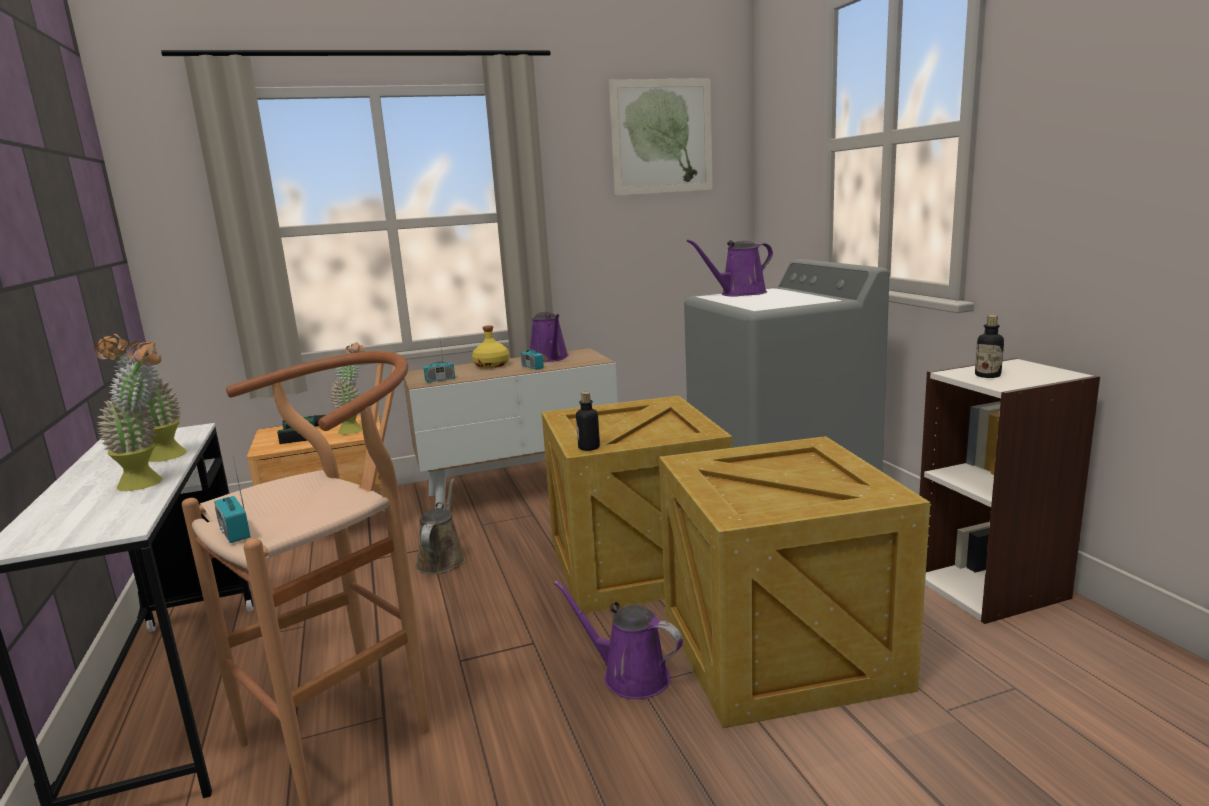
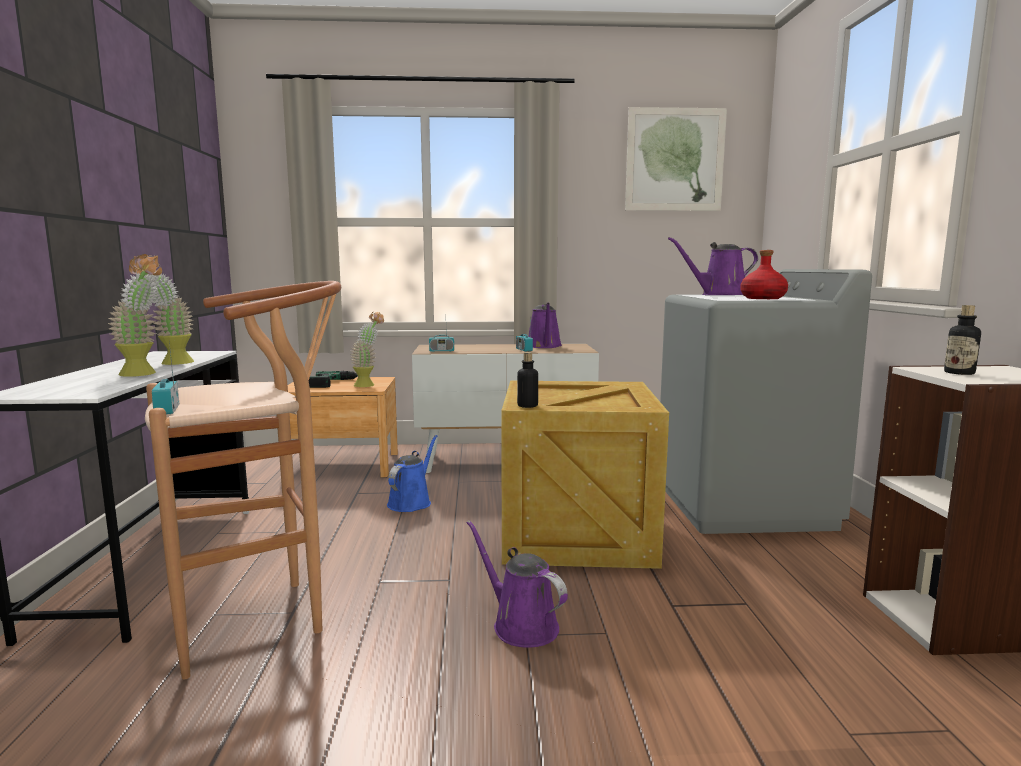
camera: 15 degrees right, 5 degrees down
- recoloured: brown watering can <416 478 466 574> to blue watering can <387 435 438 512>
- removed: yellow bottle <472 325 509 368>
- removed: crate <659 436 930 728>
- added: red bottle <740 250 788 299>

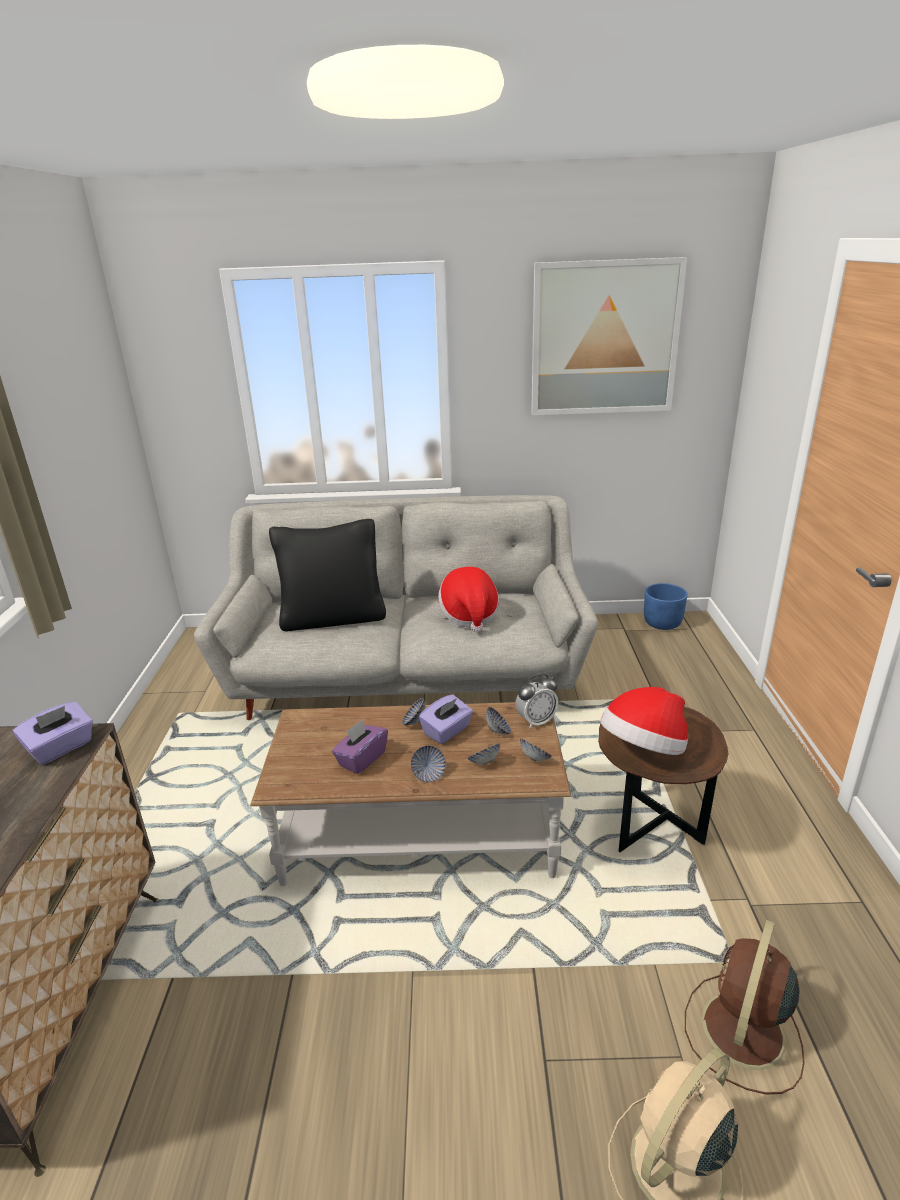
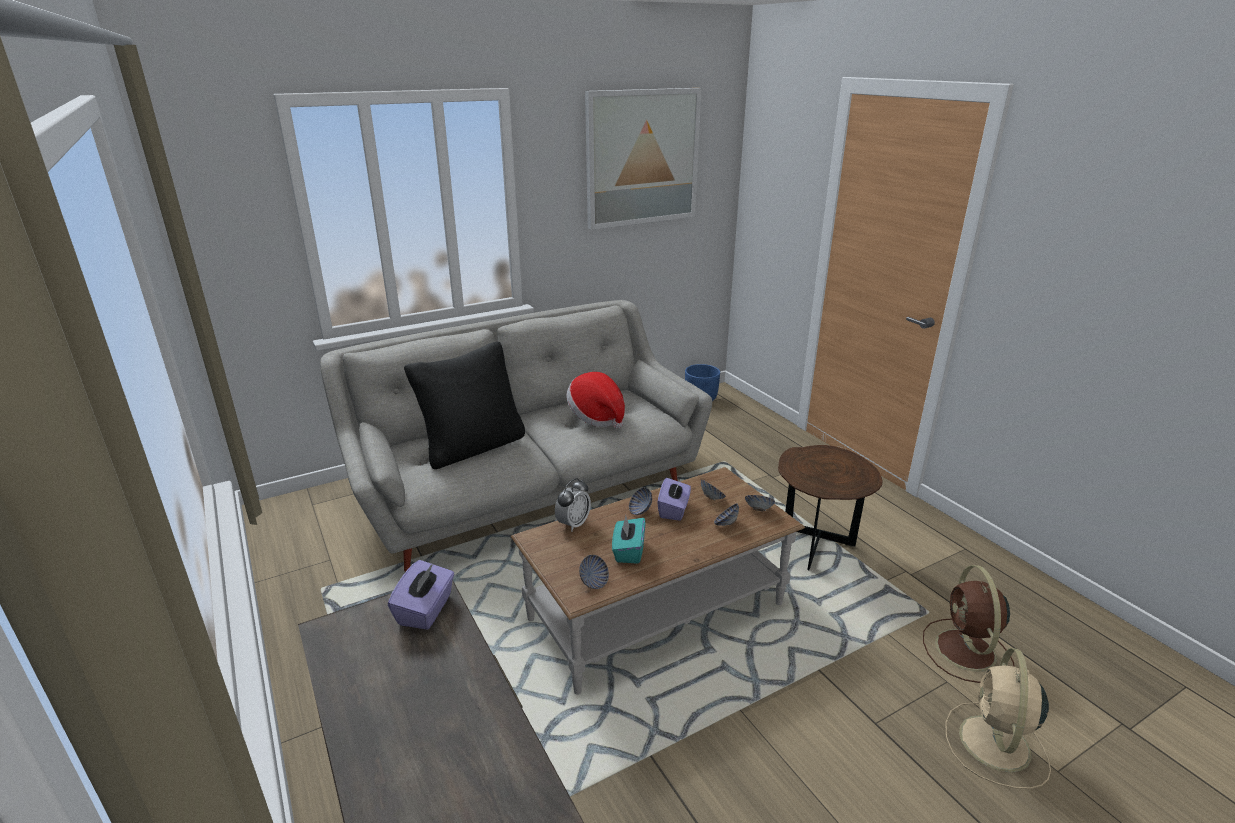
camera: 30 degrees left, 0 degrees up
- recoloured: purple tissue box <332 720 388 774> to turquoise tissue box <612 515 646 564>
- moved: bowl <411 745 446 783> to <579 555 609 589>
- moved: alarm clock <515 674 558 729> to <555 478 591 532>
- removed: hat <600 687 688 755>

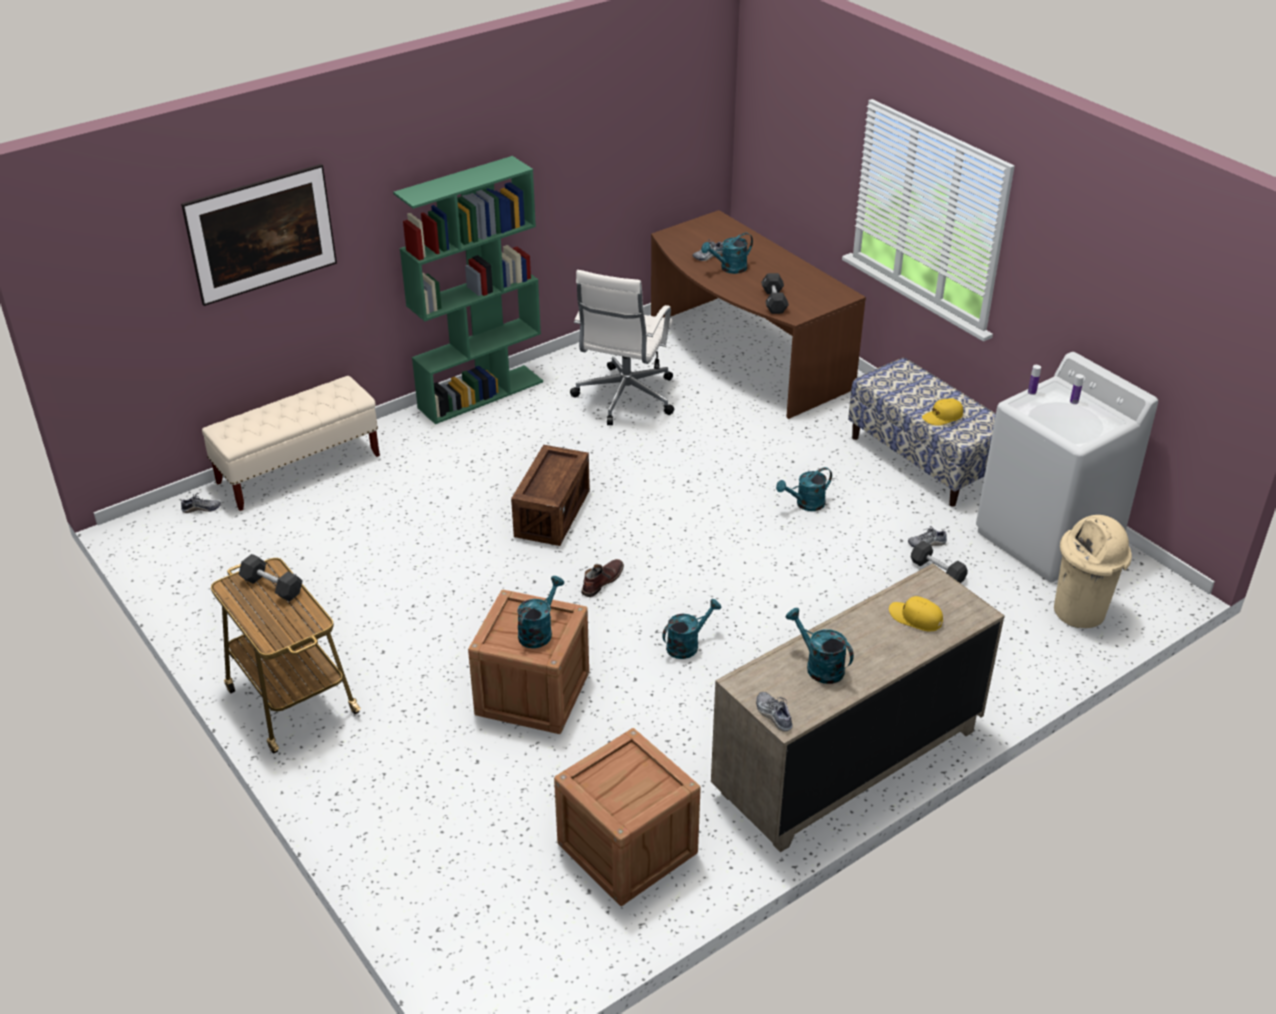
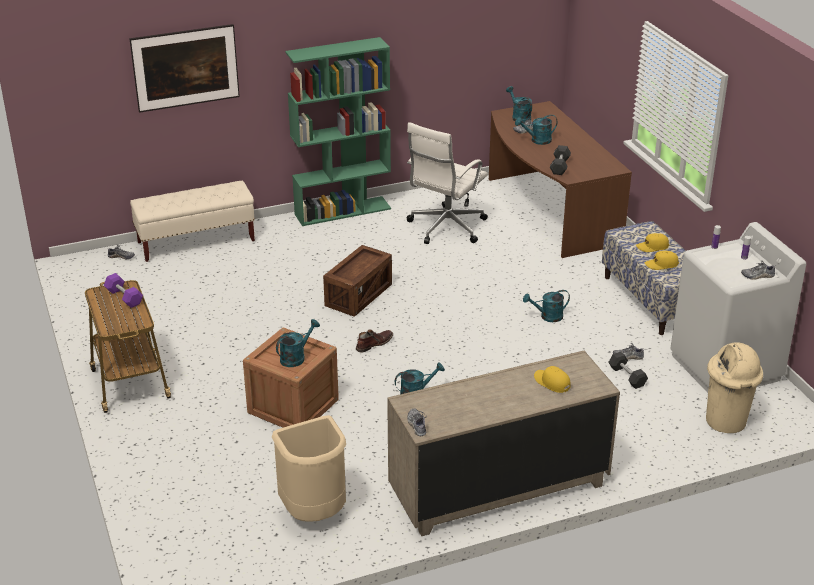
camera: 15 degrees right, 5 degrees down
- recoloured: black dumbbell <239 554 303 602> to purple dumbbell <104 273 143 308>
- replaced: crate <554 728 701 906> to beige trash can <272 415 346 522>
- moved: turquoise watering can <786 608 854 684> to <506 86 532 123>
- added: yellow cap <636 233 669 252>
- added: shoe <741 260 775 280>

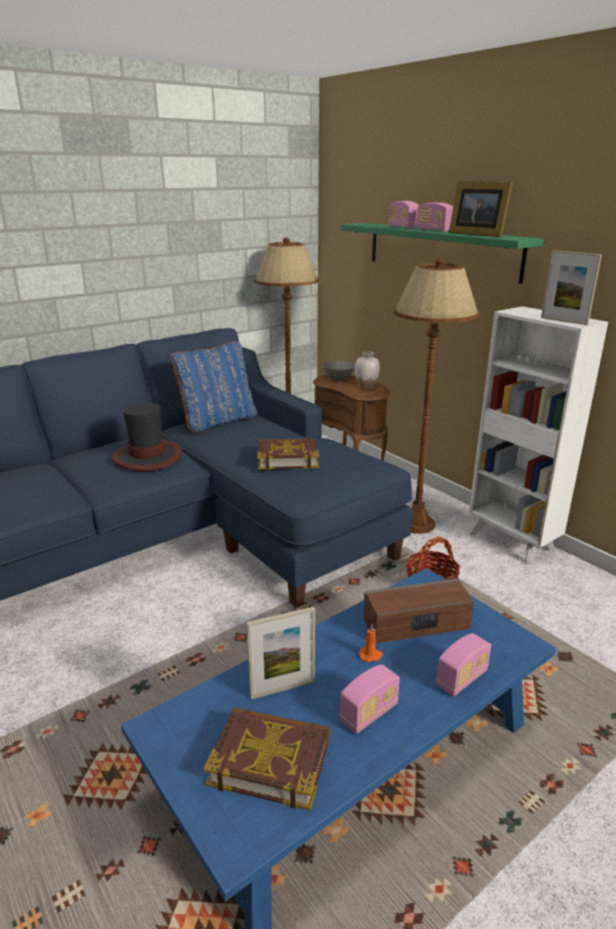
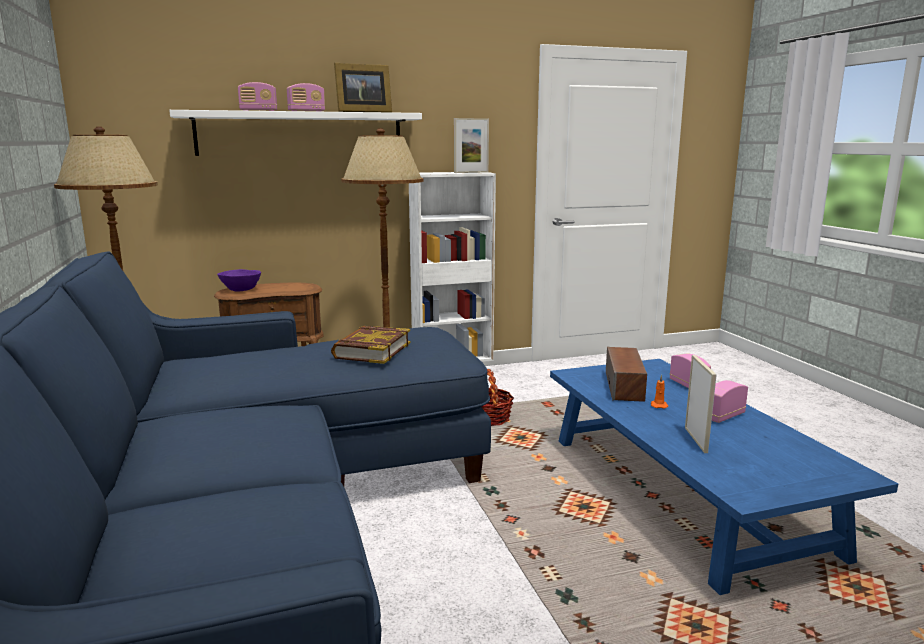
camera: 70 degrees left, 10 degrees down
- removed: hat <112 403 182 471>
- removed: blue pillow <171 341 257 433>
- removed: book <203 708 330 811>
- recoloured: grey bowl <322 361 355 381> to purple bowl <217 269 261 291>
- turned: radio <340 664 400 734> = <712 380 748 423> 105 degrees counterclockwise
- recoloured: green shelf <341 223 544 284> to white shelf <169 110 422 156>
- removed: white vase <355 351 380 390>

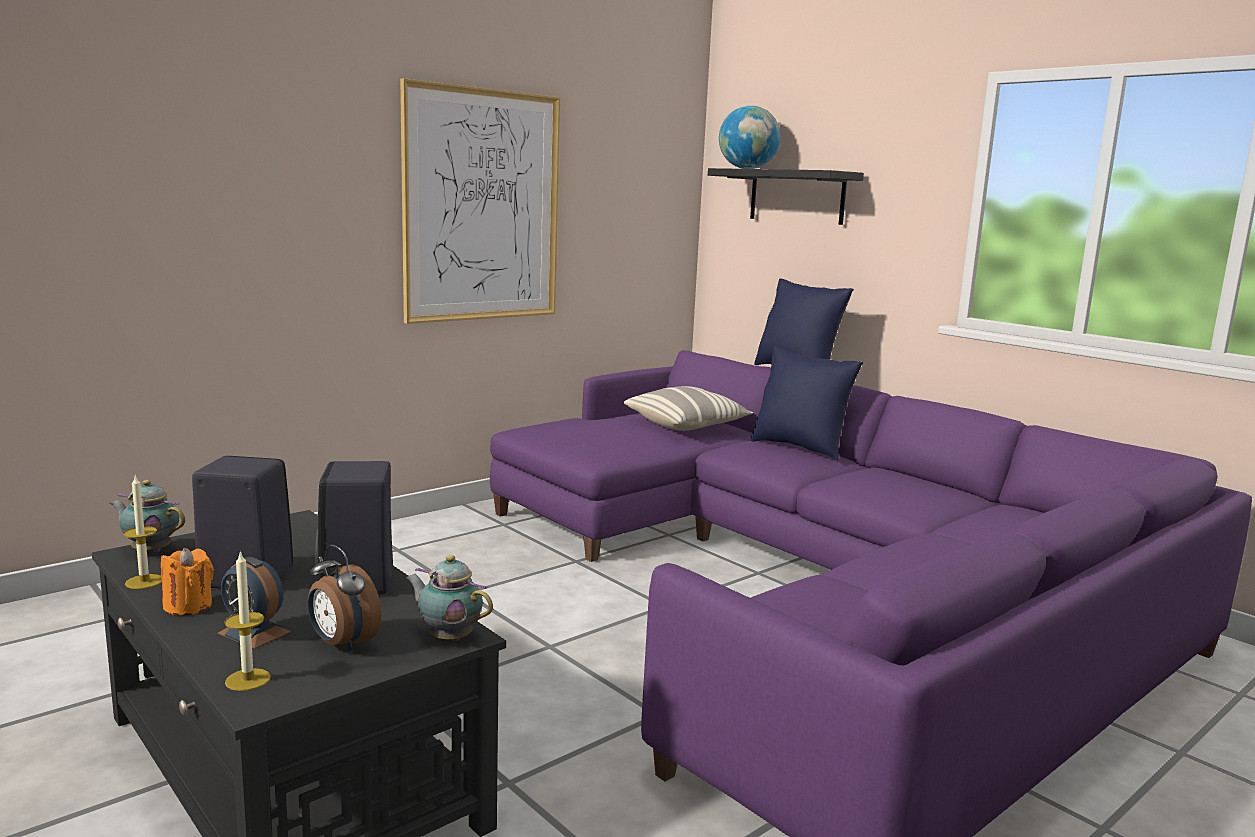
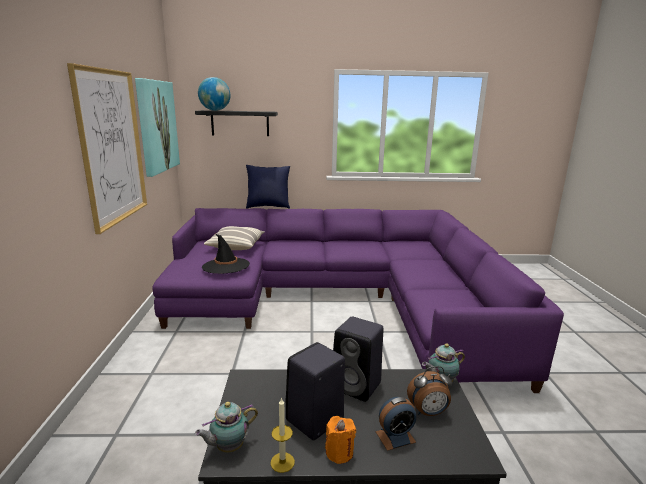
camera: 50 degrees left, 5 degrees up
- removed: candle <224 550 271 691>
- removed: blue pillow <750 346 863 461>
- added: picture <135 78 180 177>
- added: black hat <202 234 250 274>

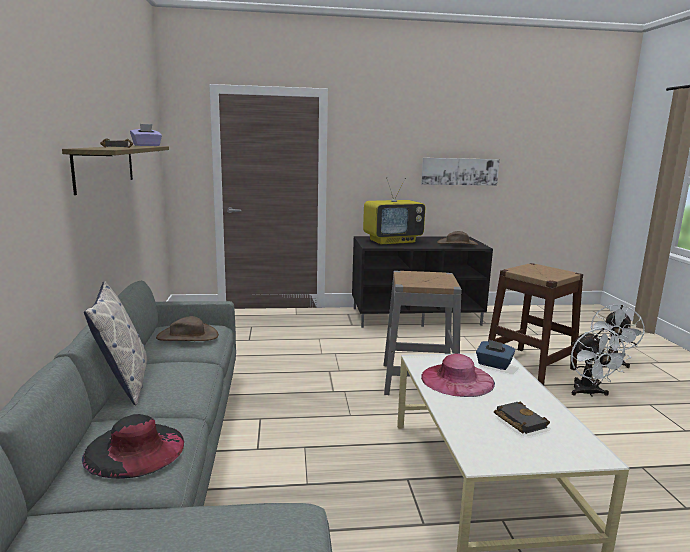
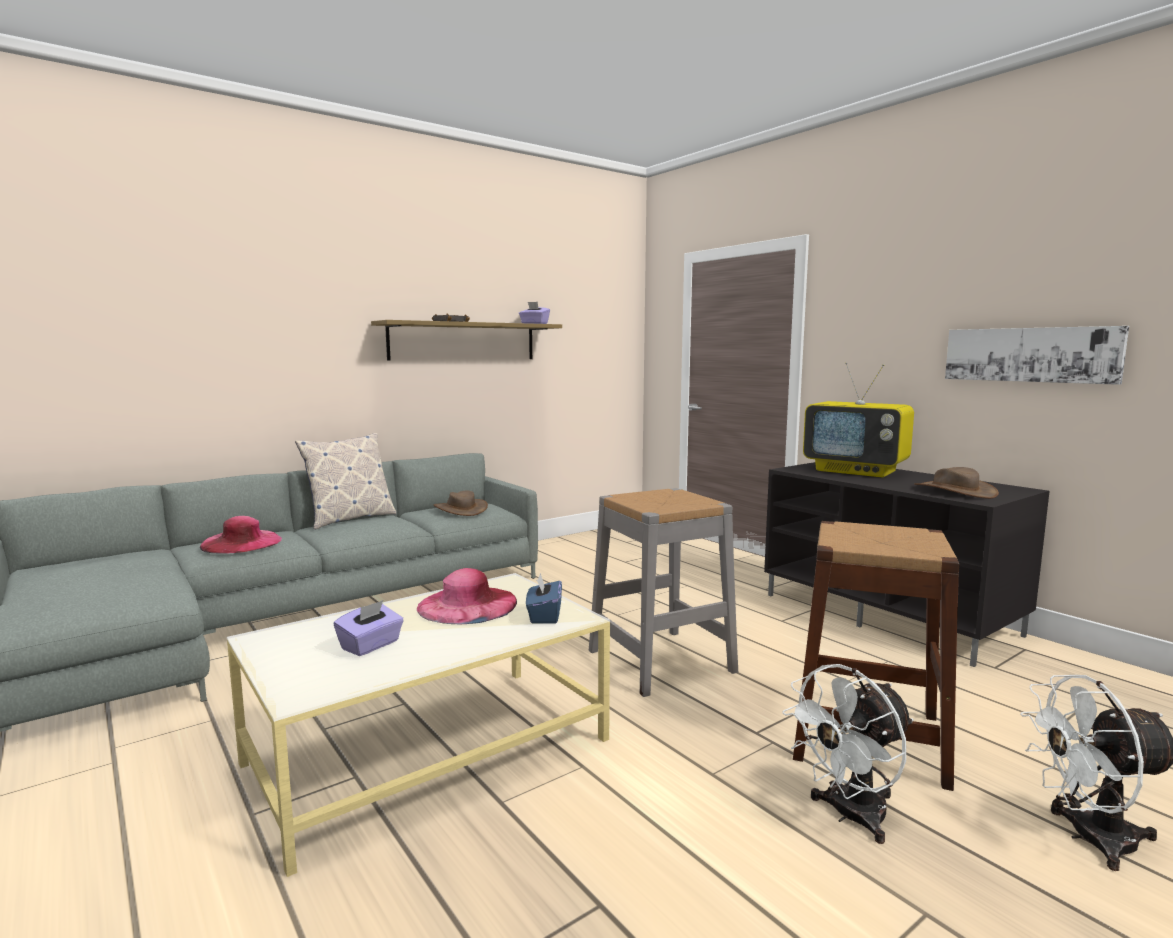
camera: 60 degrees right, 5 degrees down
- recoloured: black hat <82 414 184 479> to pink hat <200 516 282 554>
- replaced: black book <494 402 550 434> to purple tissue box <334 601 404 656>

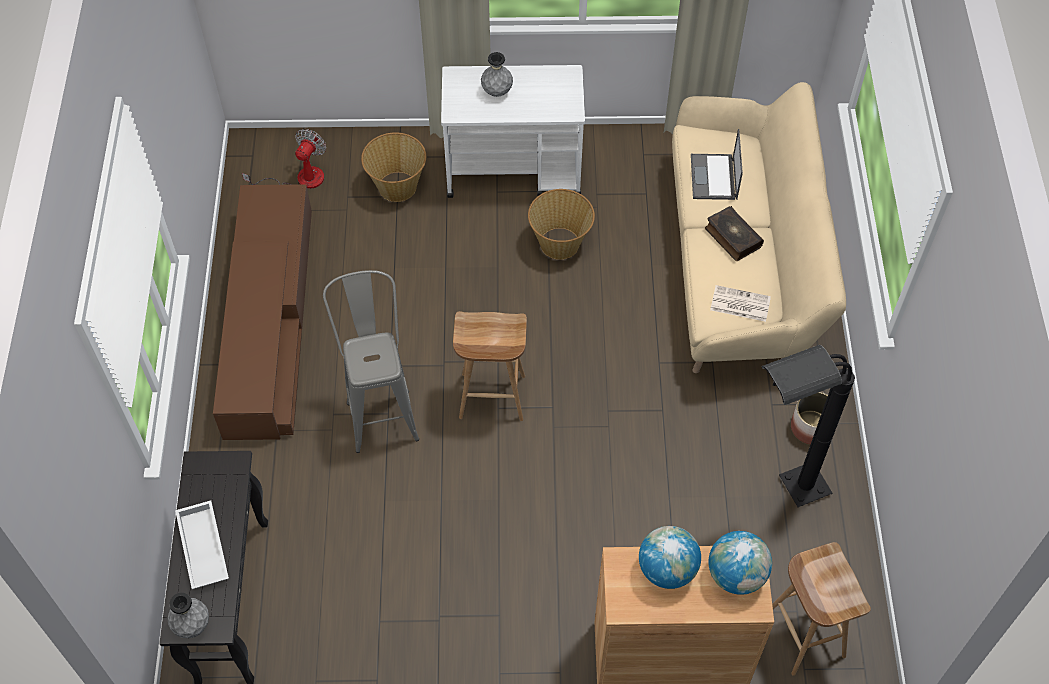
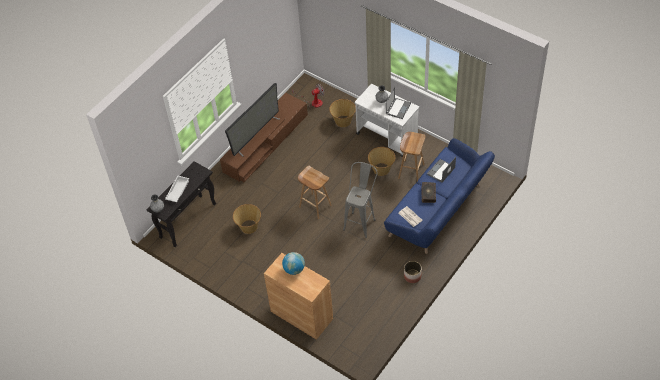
camera: 40 degrees right, 5 degrees down
- moved: grey stool <323 270 419 453> to <343 162 378 238>
- recoloured: beige sofa <672 82 846 373> to blue sofa <384 138 495 254>
- removed: globe <708 531 772 595>
- removed: black floor lamp <761 345 855 507>
- moved: brown stool <772 542 871 676> to <398 132 425 181>
- added: television <225 83 280 156>
- added: basket <233 204 261 234>
- added: laptop <386 87 411 119>

